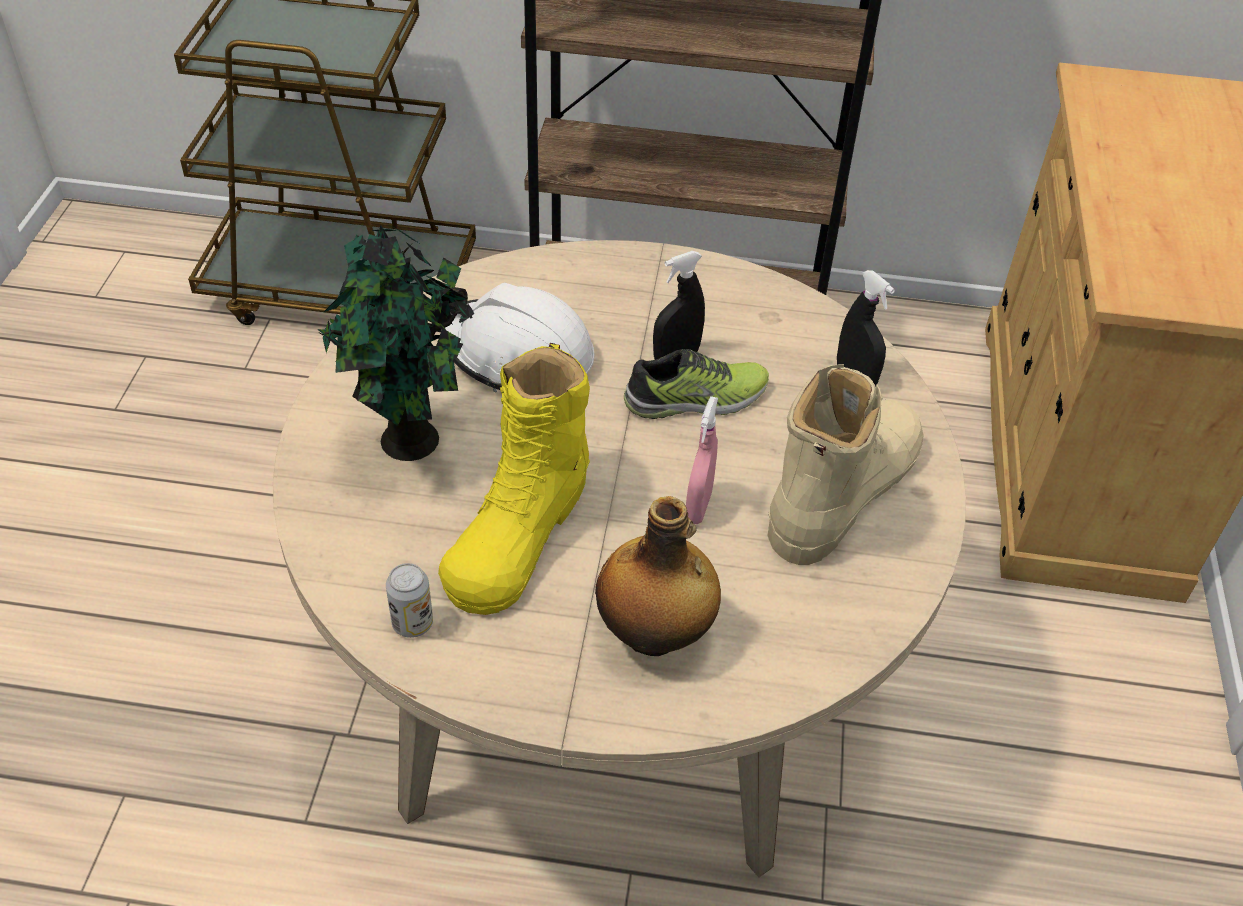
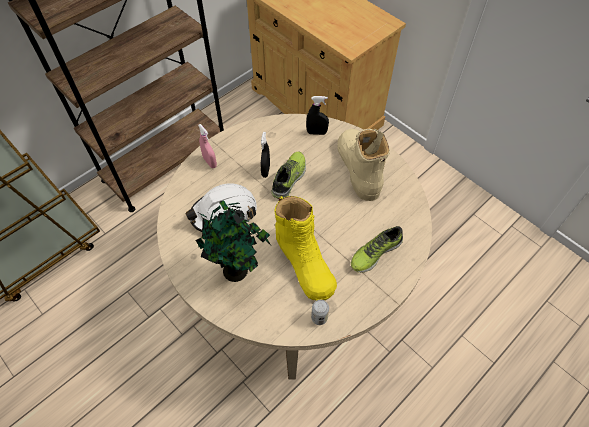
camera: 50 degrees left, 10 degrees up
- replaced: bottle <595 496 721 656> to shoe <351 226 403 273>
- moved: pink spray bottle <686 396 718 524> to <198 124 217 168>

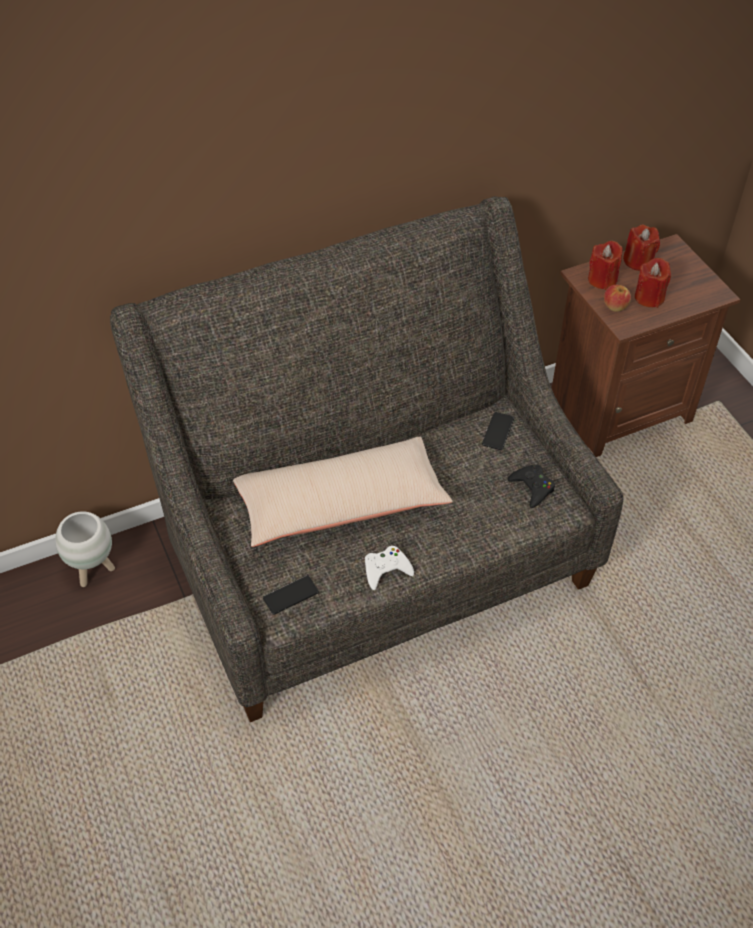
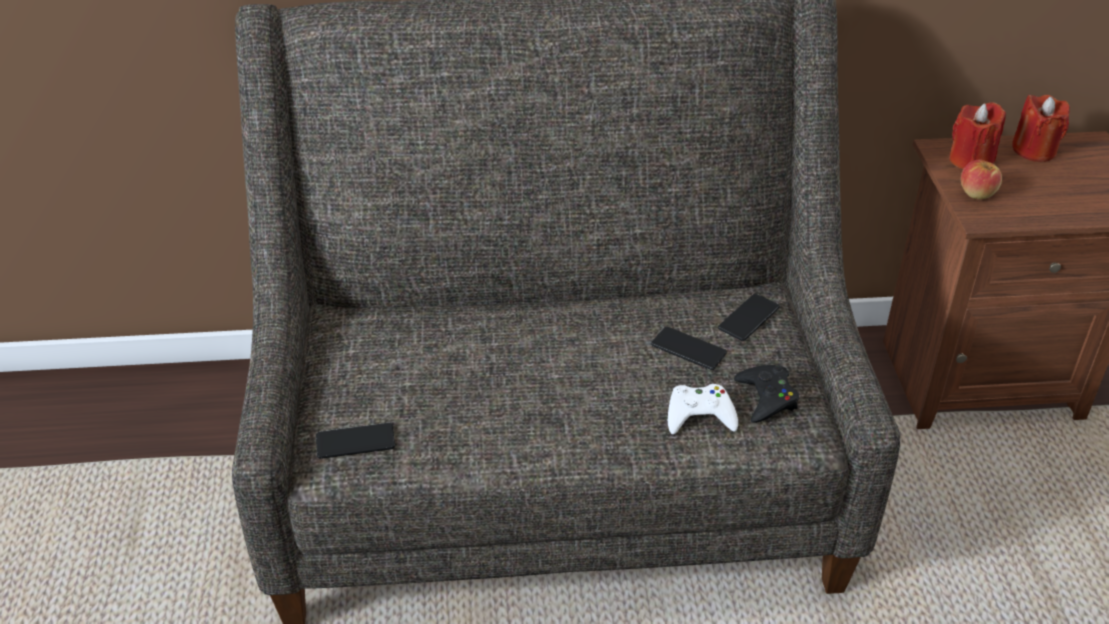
camera: 20 degrees right, 10 degrees down
- removed: white planter <55 511 115 587>
- removed: beige pillow <233 437 453 547>
- moved: white game controller <365 546 414 590> to <668 384 738 434>
- removed: red candle <635 258 671 308>
- added: phone <651 326 727 370>

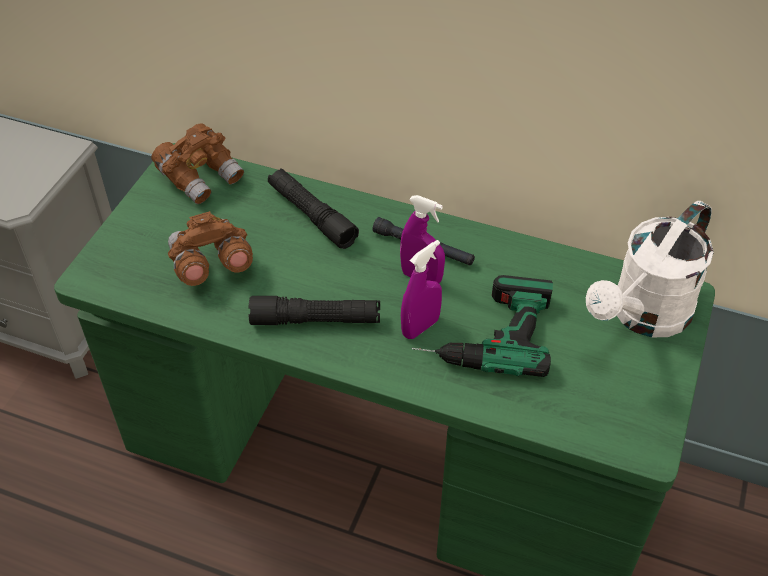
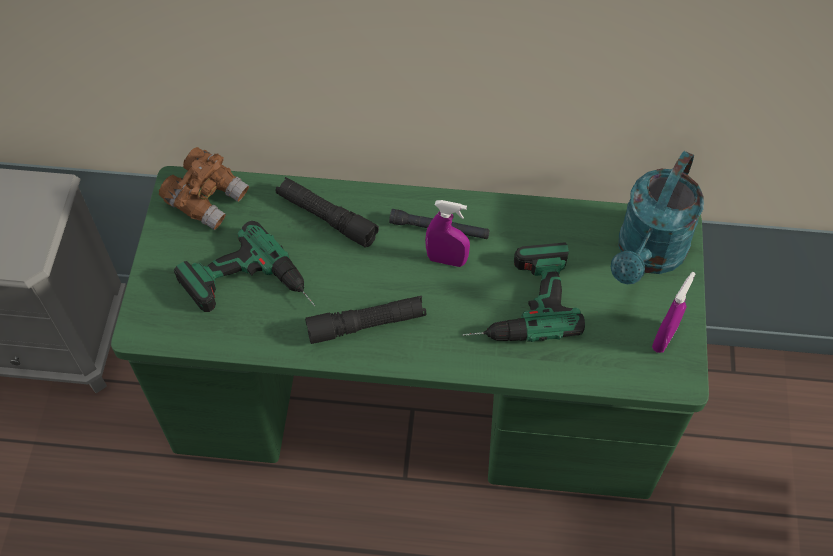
camera: 15 degrees left, 10 degrees up
- replaced: brown binoculars <168 211 253 286> to power drill <174 221 316 312>
- moved: purple spray bottle <401 240 442 339> to <652 272 695 353>
- recoloured: white watering can <586 201 714 337> to turquoise watering can <611 151 704 284>

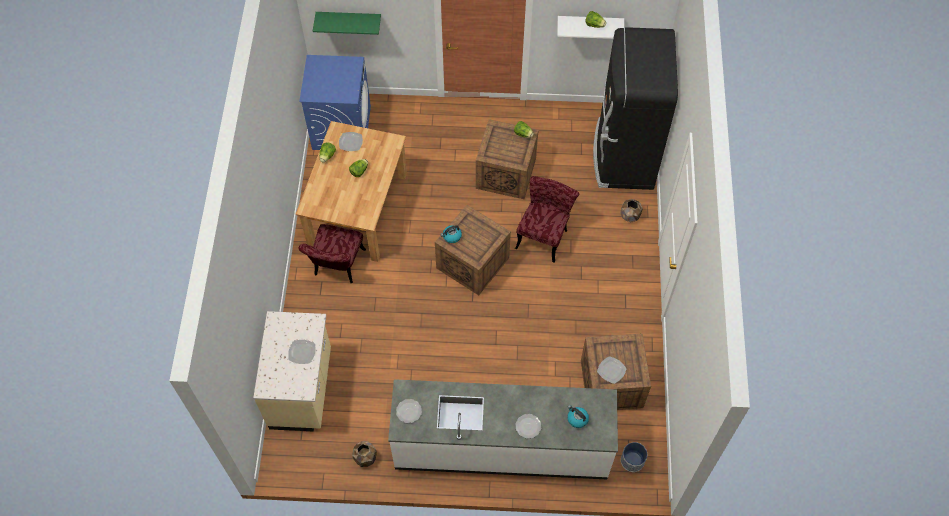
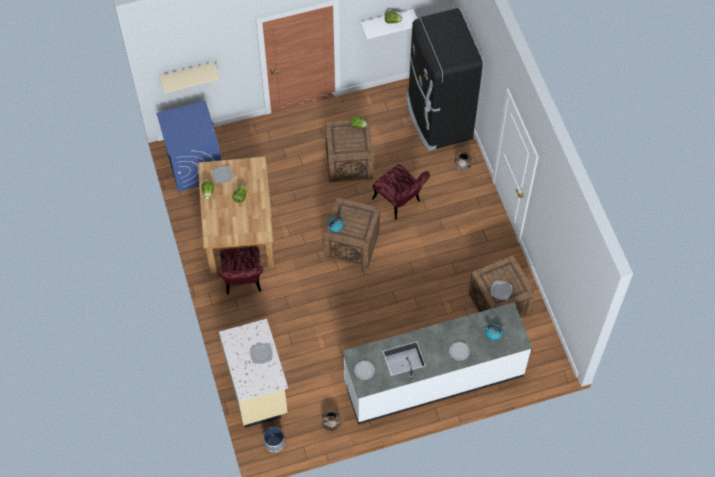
camera: 20 degrees left, 0 degrees up
- recoloured: green shelf <313 12 381 35> to beige shelf <159 62 220 93>
- turned: red chair <515 176 580 263> = <372 164 430 220> 135 degrees clockwise
- moved: planter <621 442 647 472> to <263 427 285 452>

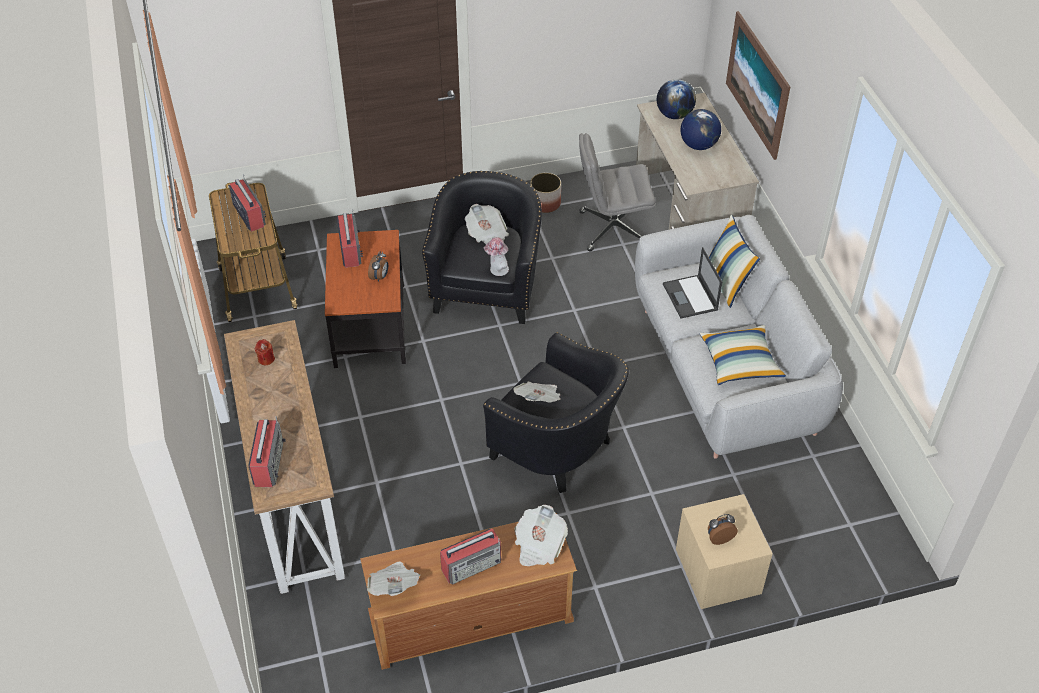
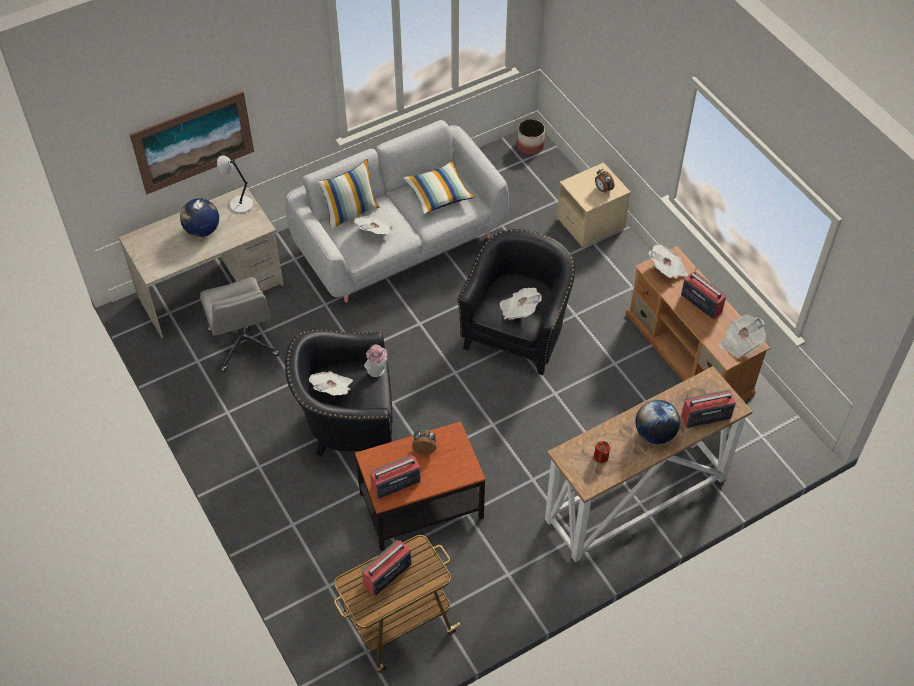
camera: 105 degrees left, 5 degrees up
- moved: planter <530 173 561 213> to <517 119 545 155>
- moved: globe <657 79 696 119> to <636 400 680 444>
- replaced: laptop <663 247 722 319> to newspaper <354 216 393 234>
- added: grey table lamp <217 155 253 214>

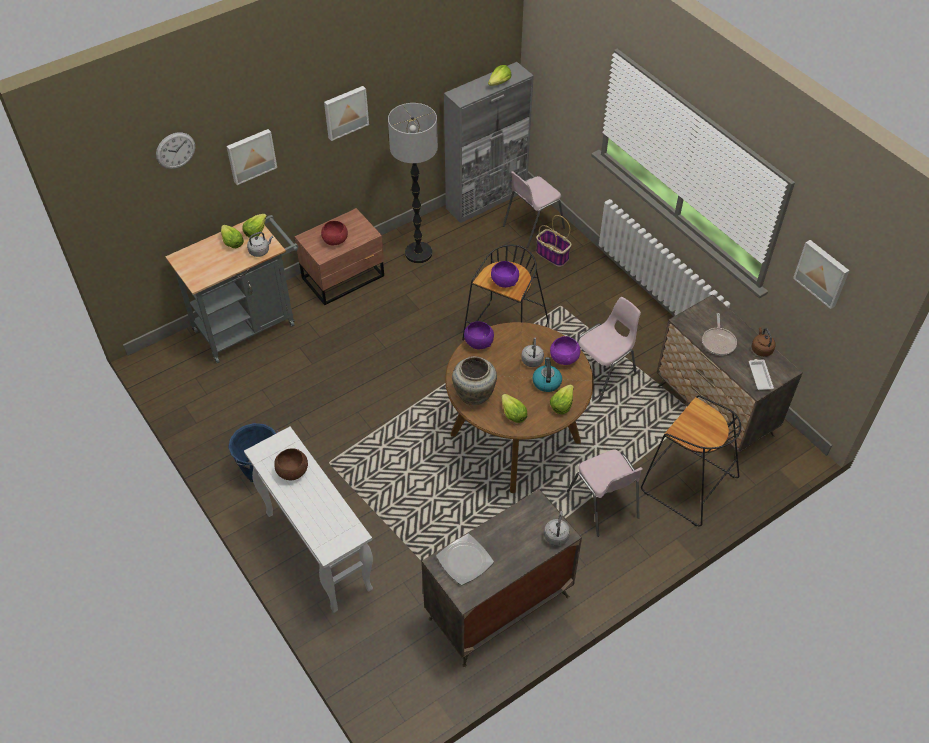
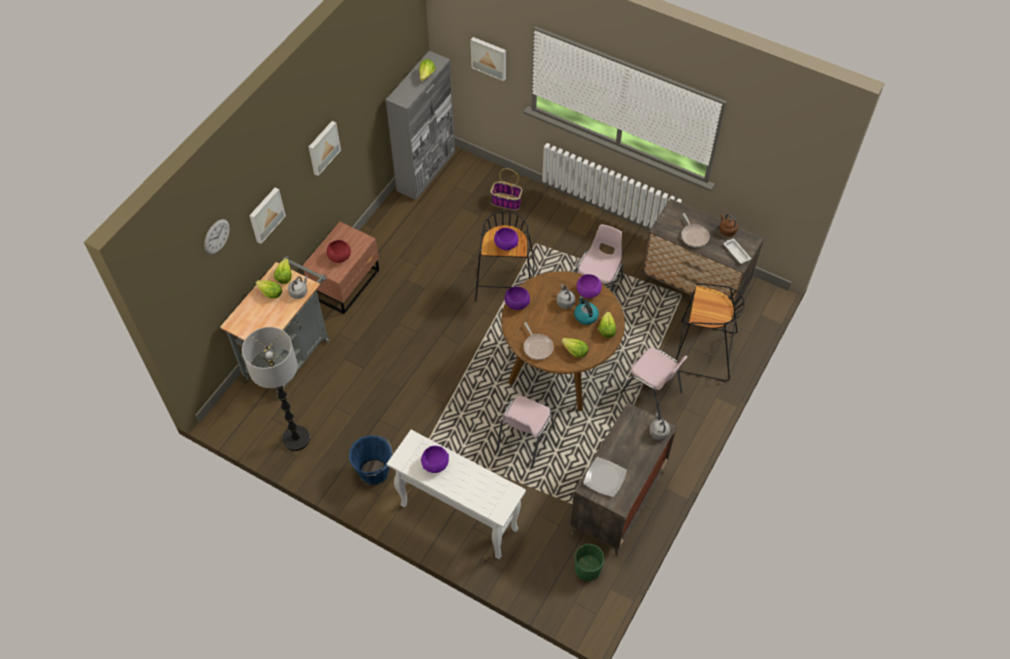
camera: 25 degrees left, 5 degrees up
- recoloured: brown bowl <274 448 308 480> to purple bowl <421 446 449 473>
- moved: floor lamp <388 103 438 263> to <242 327 310 451>
- replaced: beige vase <452 356 497 405> to frying pan <524 322 553 360>
- moved: pink chair <503 171 565 248> to <496 396 555 467>
- moved: picture <793 240 850 309> to <471 37 506 81>
- added: green planter <575 544 605 581>

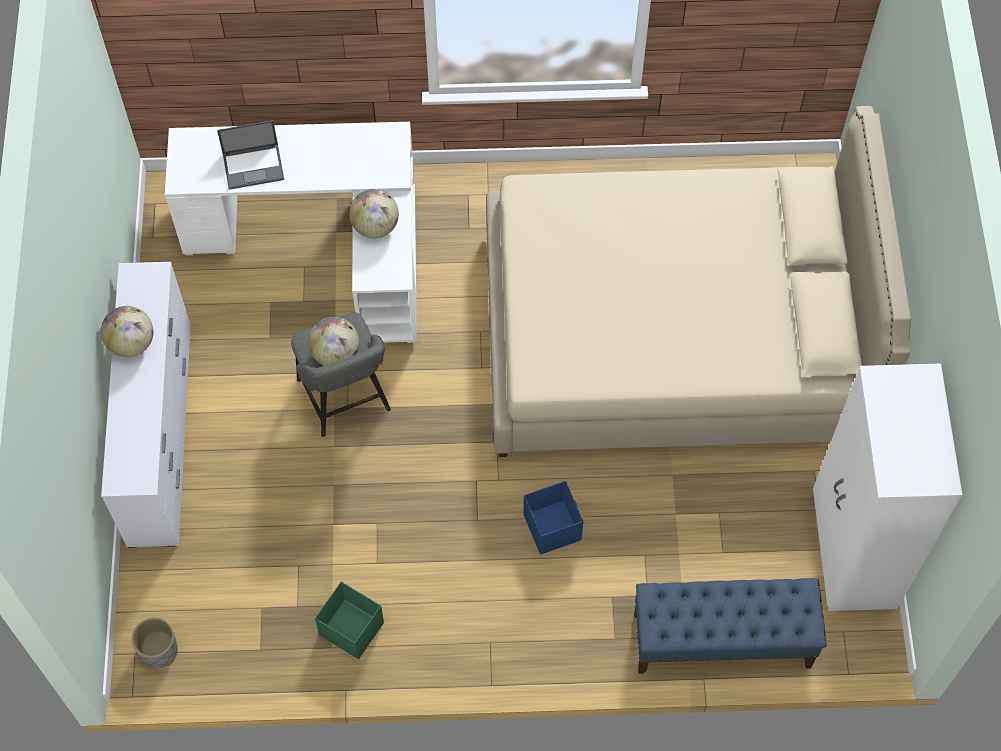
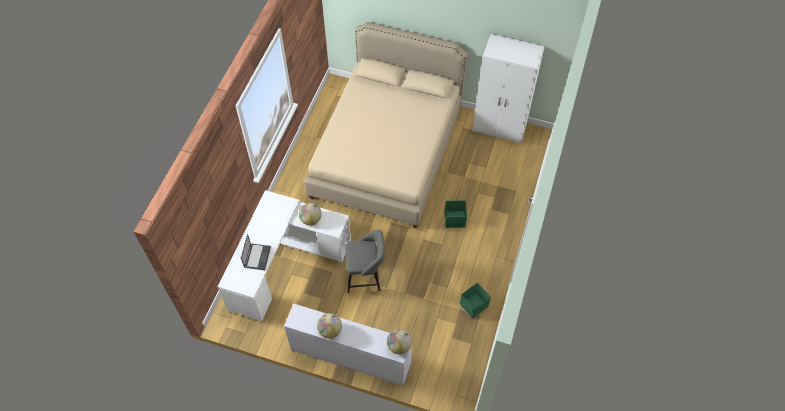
camera: 70 degrees left, 5 degrees down
- removed: grey planter <132 617 178 668>
- moved: globe <308 317 359 366> to <387 329 412 354>
- recoloured: blue storage box <523 481 583 555> to green storage box <445 200 467 228>
- removed: blue bench <634 578 827 674>

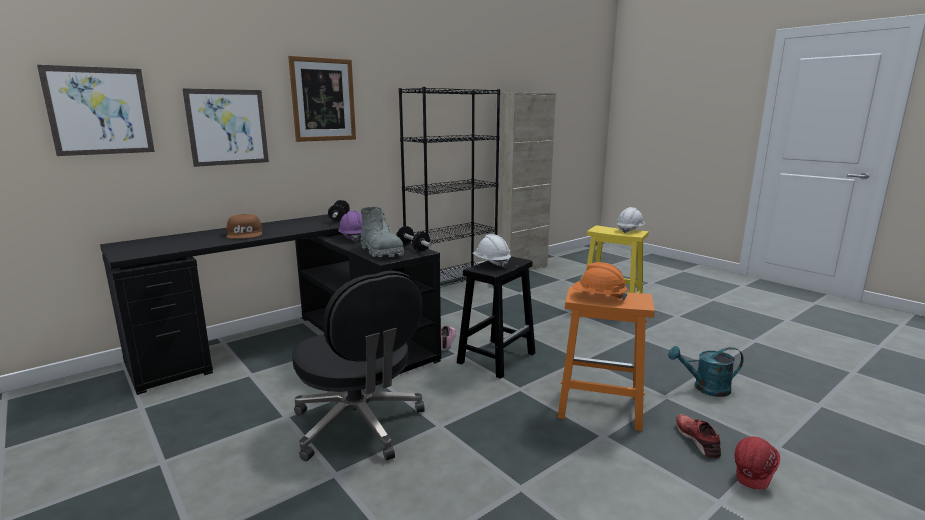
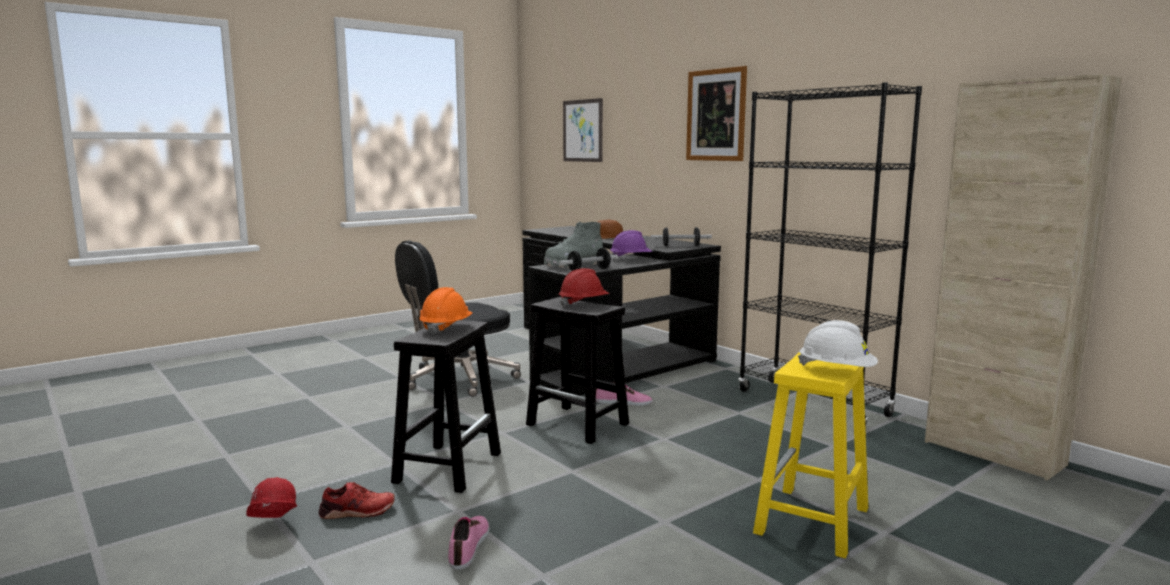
camera: 90 degrees right, 5 degrees down
- removed: picture <182 88 269 167>
- recoloured: white hard hat <473 234 511 268> to red hard hat <559 268 610 307>
- recoloured: orange stool <558 287 655 431> to black stool <391 320 501 493>
- replaced: turquoise watering can <668 346 744 397> to shoe <448 516 489 570>

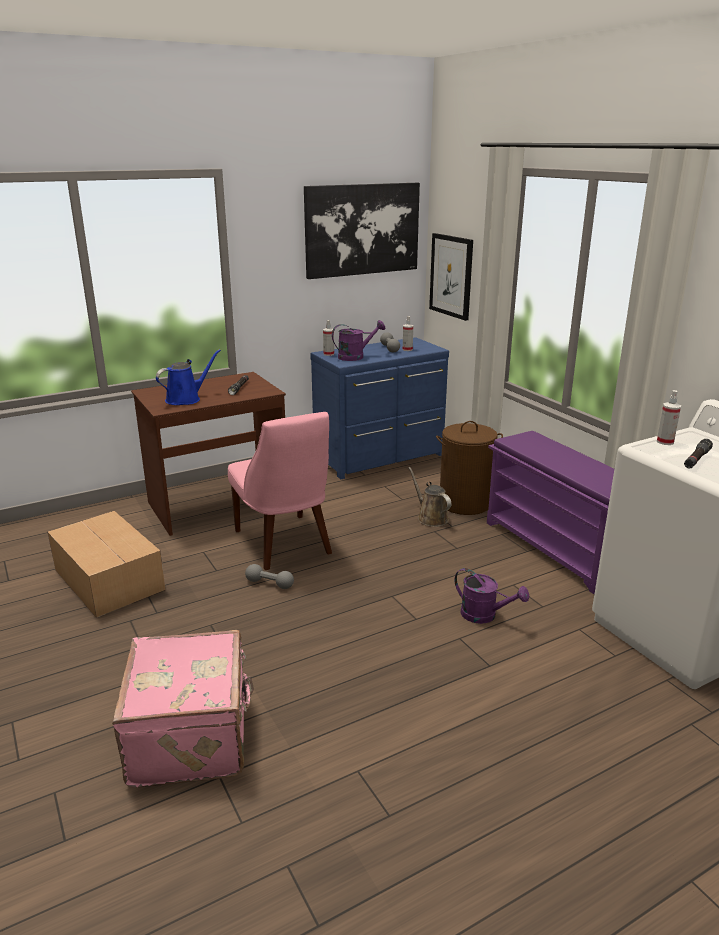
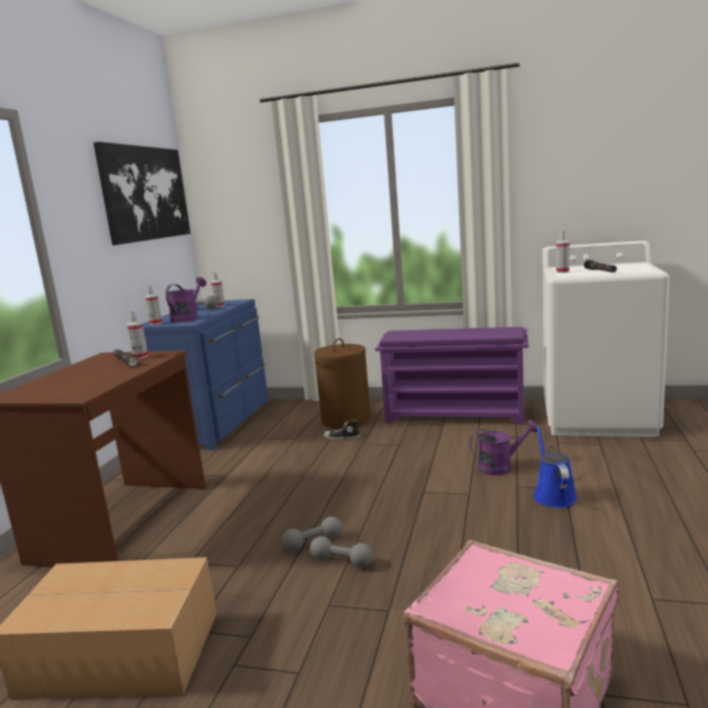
camera: 45 degrees left, 10 degrees down
- moved: blue watering can <156 349 221 405> to <534 426 577 508>
- removed: pink chair <228 412 332 570>
- replaced: brown watering can <408 467 451 527> to shoe <324 420 361 440>
- removed: picture <429 233 473 321>
- added: spray bottle <127 310 148 359>
- added: grey dumbbell <310 536 373 568>

